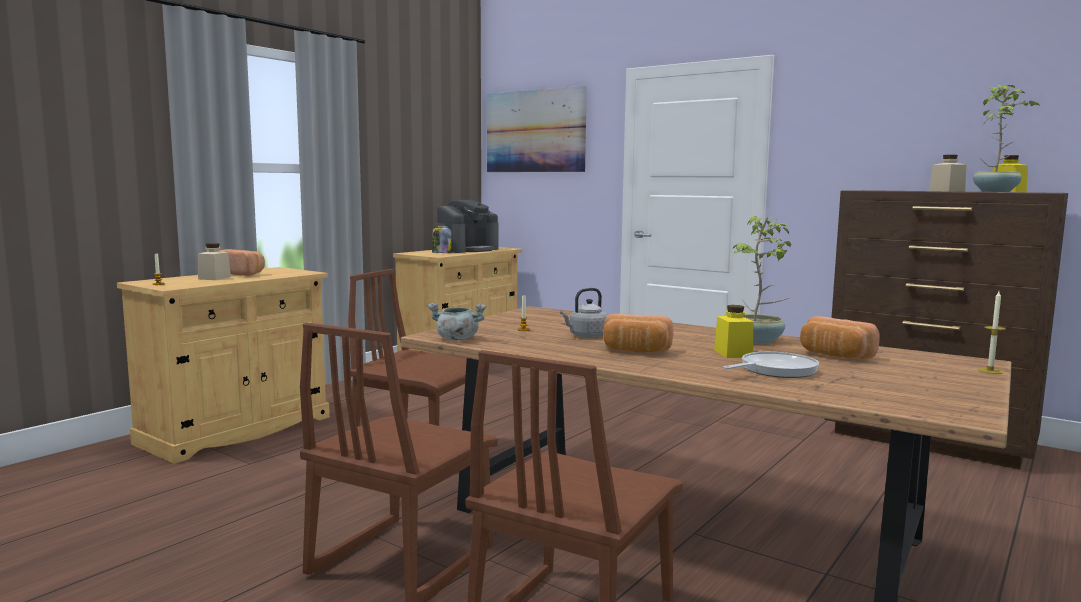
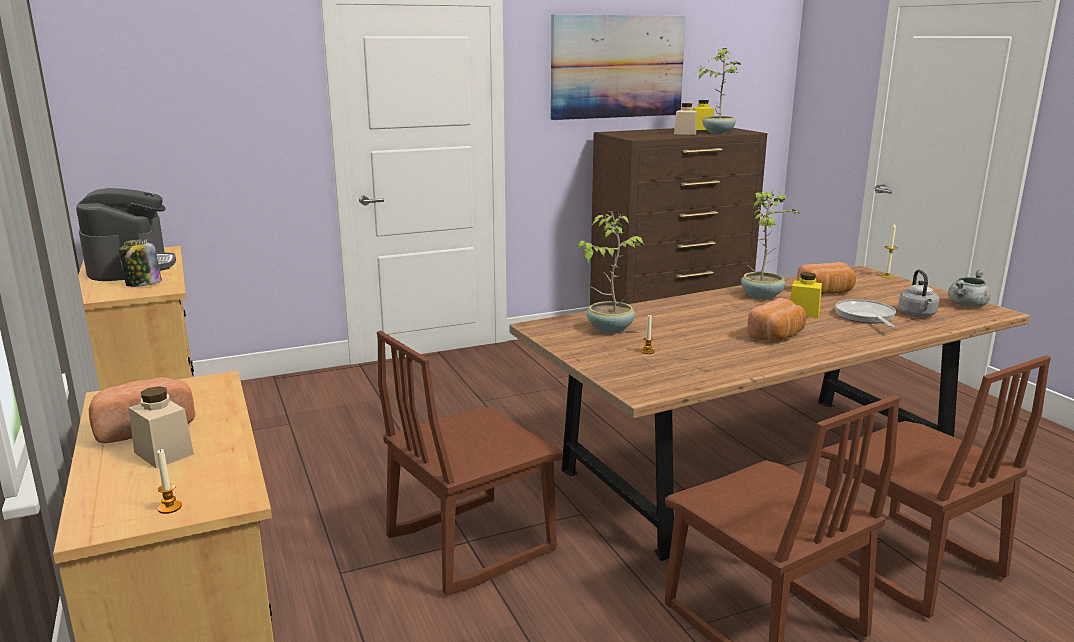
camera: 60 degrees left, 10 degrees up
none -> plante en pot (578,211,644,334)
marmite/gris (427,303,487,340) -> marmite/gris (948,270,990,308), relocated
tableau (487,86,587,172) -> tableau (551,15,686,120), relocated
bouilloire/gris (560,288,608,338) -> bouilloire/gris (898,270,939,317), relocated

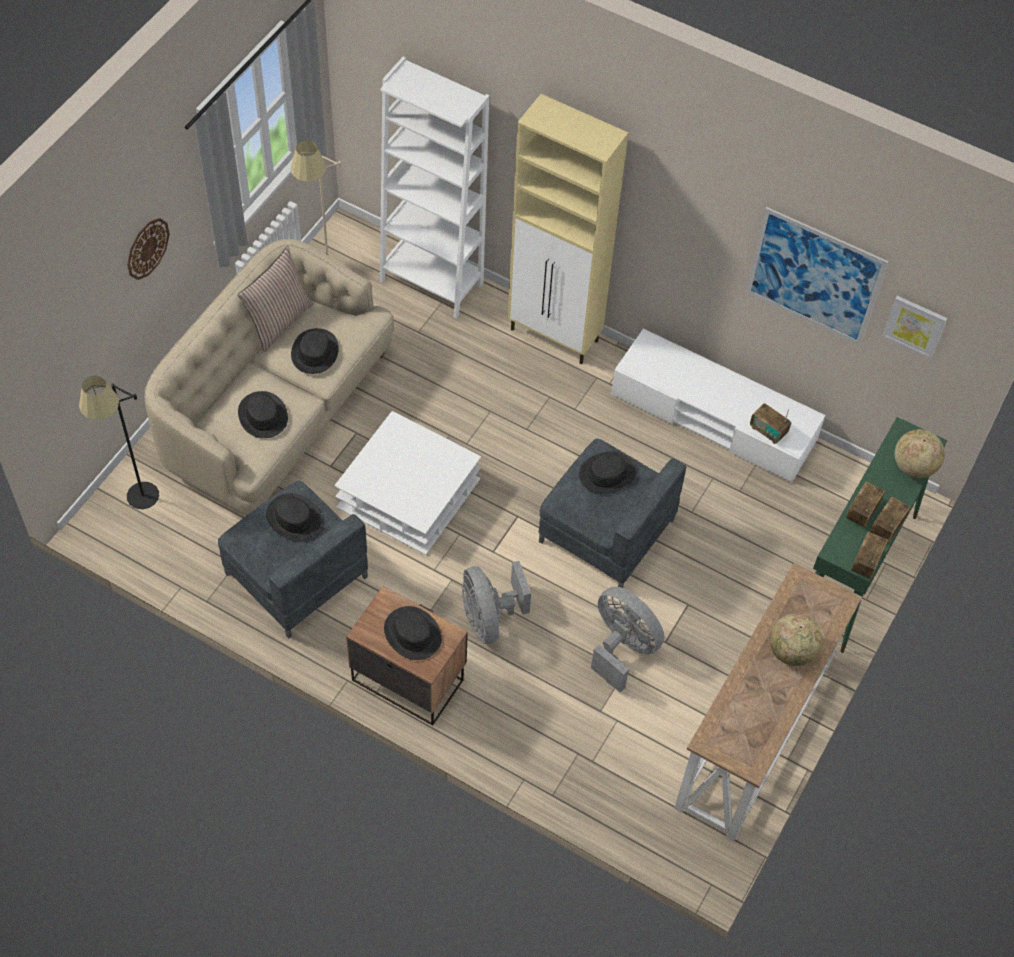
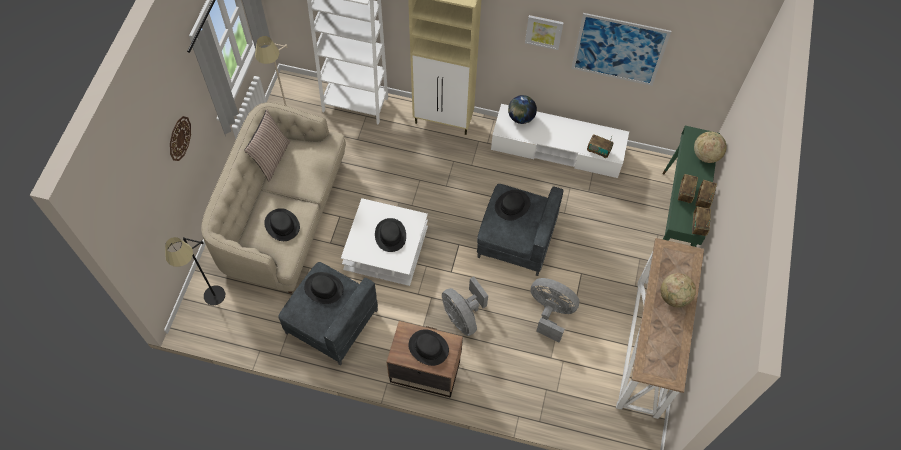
camera: 15 degrees left, 5 degrees up
none -> globe (508,95,537,124)
chapeau/noir (291,328,339,374) -> chapeau/noir (375,218,406,252), relocated
tableau (882,296,947,359) -> tableau (525,15,564,50), relocated

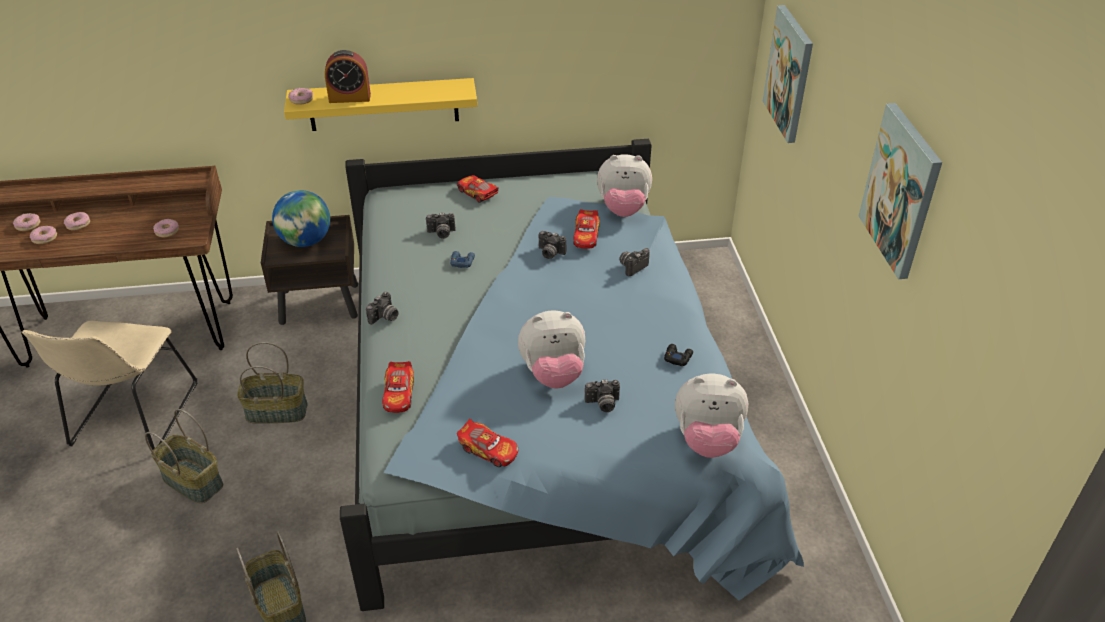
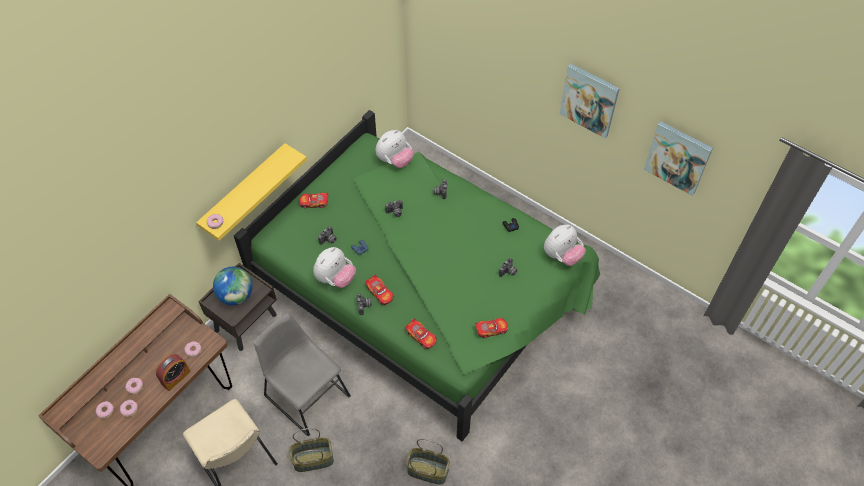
camera: 45 degrees left, 15 degrees up
réveil (325,50,371,103) -> réveil (156,354,191,391), relocated
peluche (518,311,585,388) -> peluche (313,247,356,288), relocated
petite voiture (573,209,600,249) -> petite voiture (366,275,394,305), relocated
tableau (763,5,813,143) -> tableau (644,121,713,196), relocated
panier (237,342,308,424) -> chaise/gris (254,313,351,436)
lit/bleu (340,139,804,611) -> lit/vert (234,110,600,441)

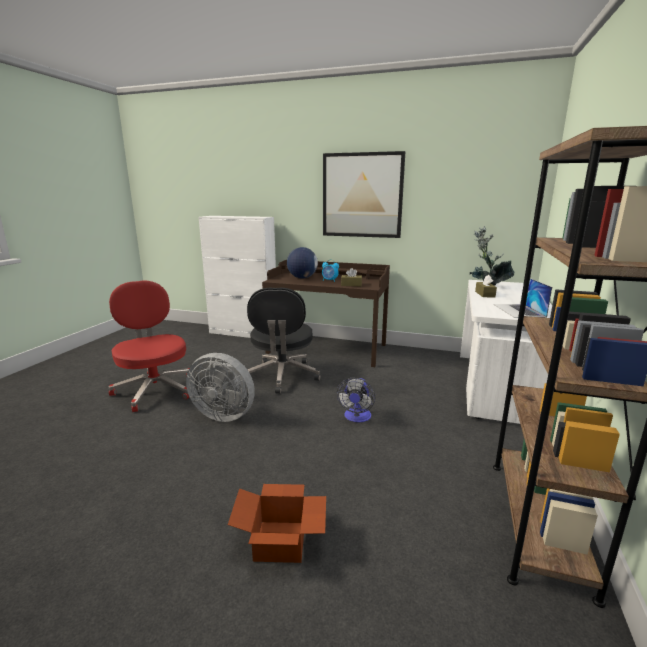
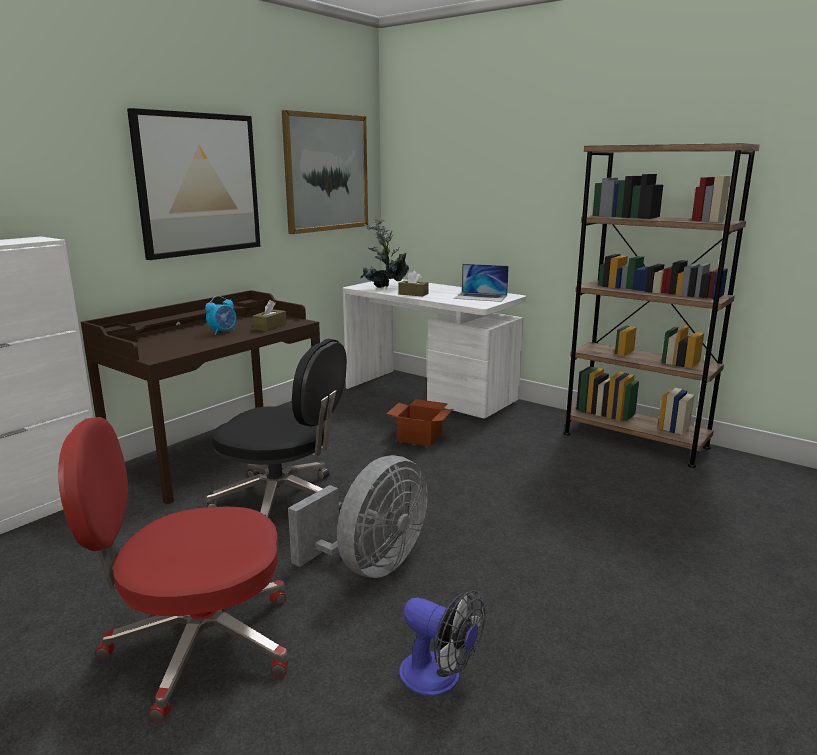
camera: 70 degrees left, 0 degrees up
globe (287,247,318,278) -> none
none -> tableau (282,110,368,234)
carton (228,484,326,563) -> carton (386,399,453,447), relocated
ventilateur (337,378,375,422) -> ventilateur (399,590,485,696), relocated

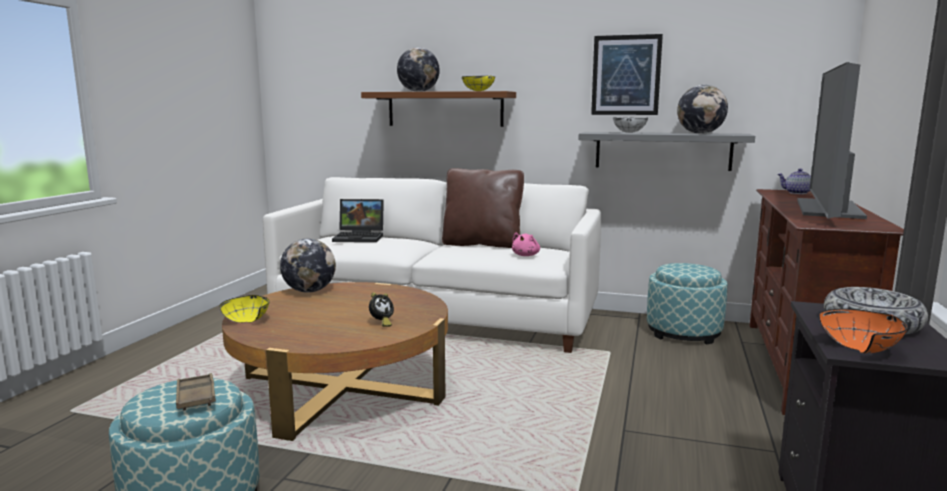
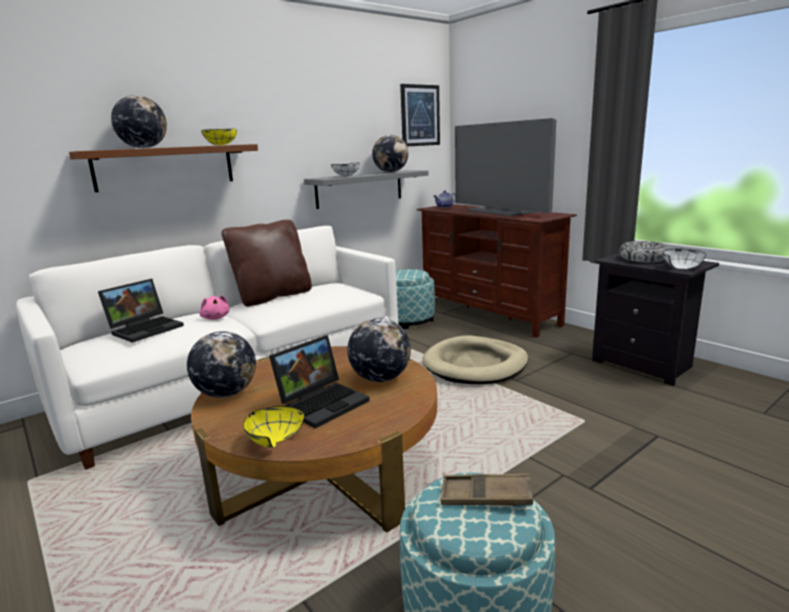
camera: 55 degrees left, 5 degrees up
none -> ordinateur portable (269,335,370,429)
none -> panier pour chien/beige (422,335,528,384)
peluche/rose (512,233,540,256) -> peluche/rose (199,295,229,320), relocated
tableau (591,34,663,115) -> tableau (400,84,440,146), relocated
réveil (369,292,394,327) -> globe (347,318,411,382)
bol/orange (819,309,908,353) -> bol/blanc (663,248,706,269)

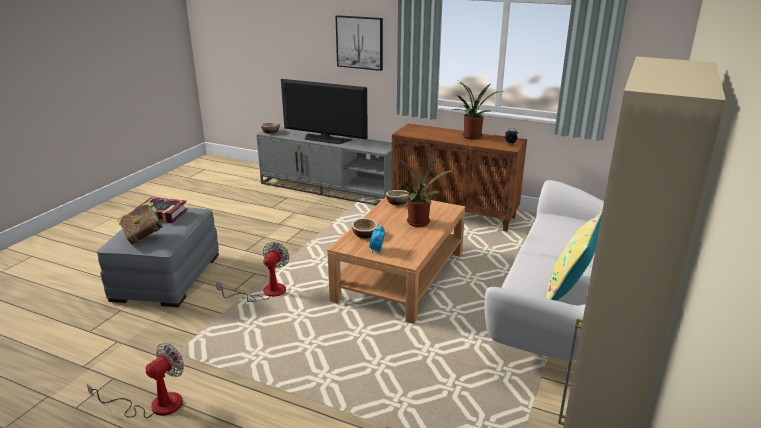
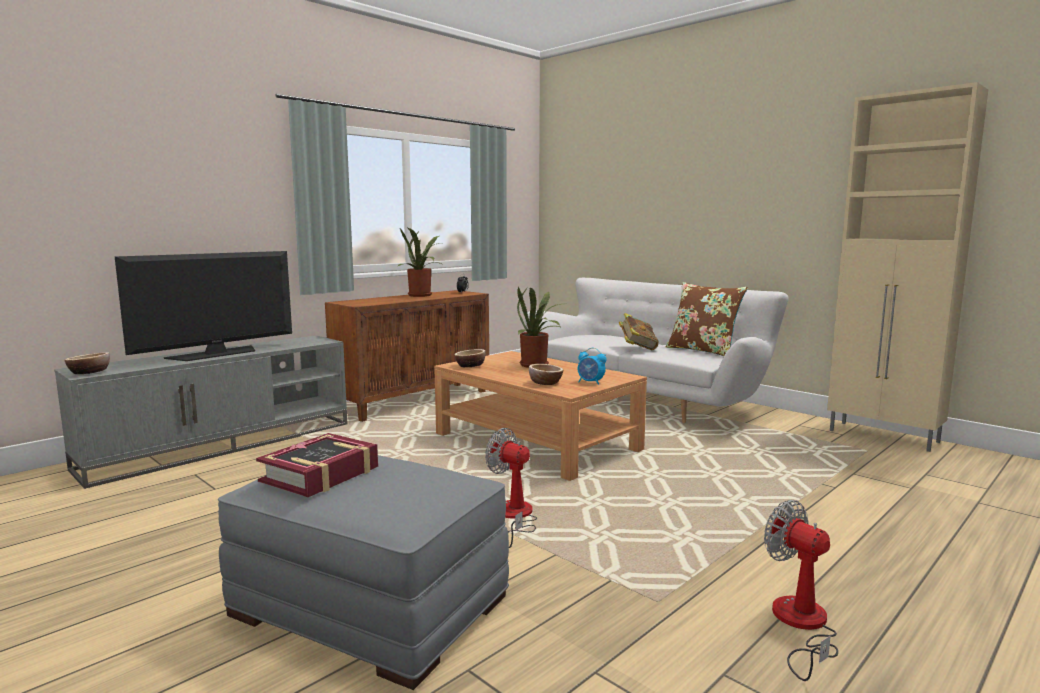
camera: 70 degrees left, 15 degrees down
tableau (335,15,383,71) -> none
livre (117,201,164,245) -> livre (619,313,658,350), relocated
coussin/jaune (546,213,602,301) -> coussin/marron (666,282,748,356)

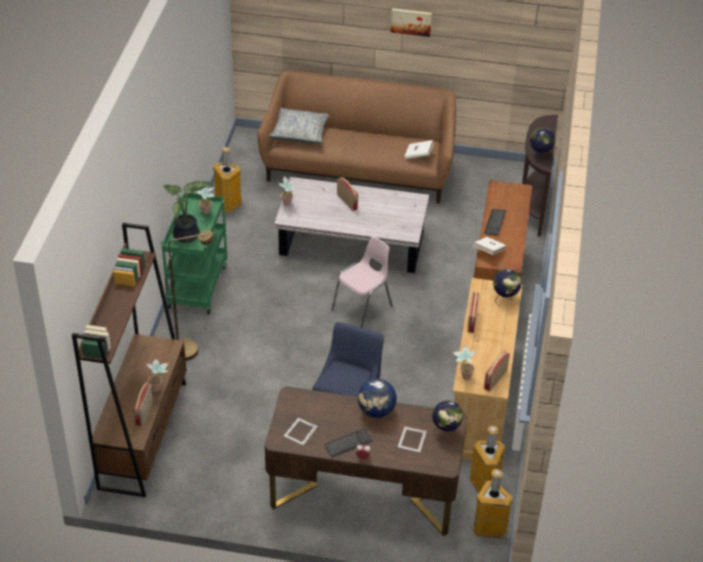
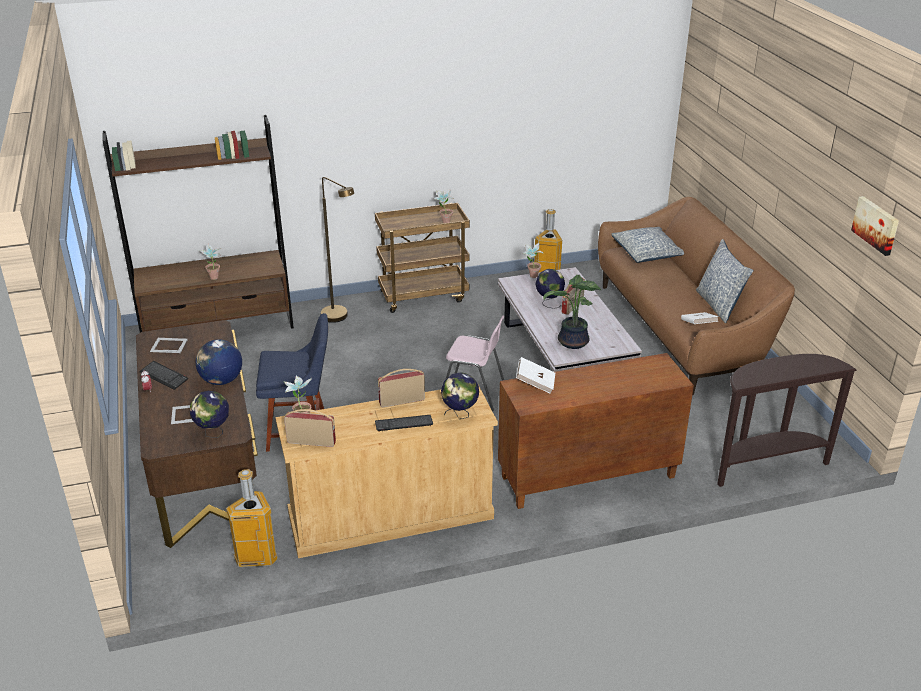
camera: 65 degrees right, 10 degrees down
radio (134,383,153,426) -> none
poubelle (473,469,513,539) -> none
none -> coussin (696,239,754,323)
plante en pot (163,181,214,243) -> plante en pot (543,275,601,349), relocated
tableau (391,8,432,37) -> tableau (851,196,899,256), relocated
clavier (484,209,506,236) -> clavier (375,415,433,432), relocated
globe (530,128,555,160) -> globe (536,269,565,309), relocated
chariot/vert (161,192,227,314) -> chariot/marron (375,203,470,313)

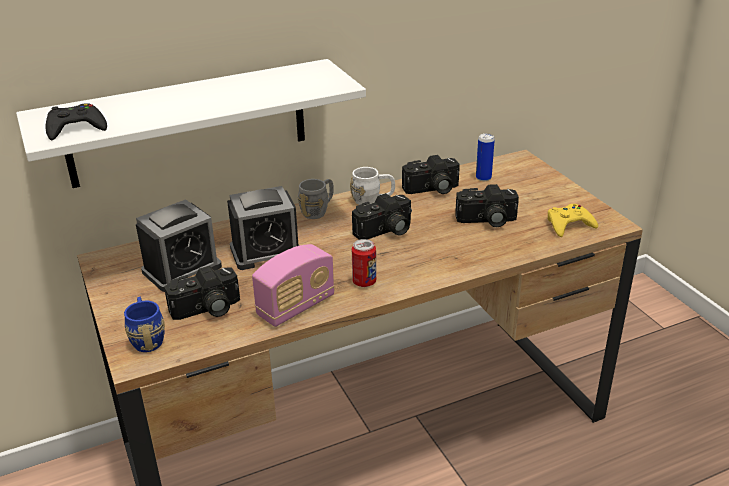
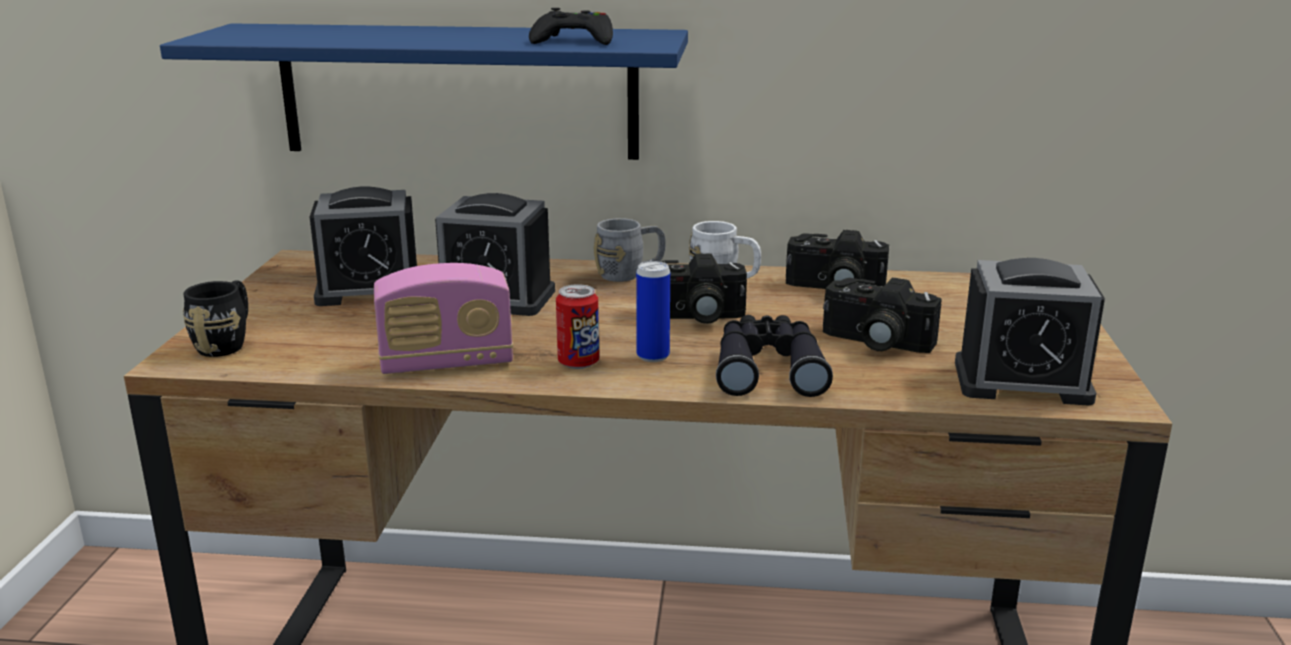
camera: 30 degrees right, 10 degrees down
appareil photo (164,266,240,320) -> none
none -> jumelles/noir (716,315,833,397)
manette/noir (46,103,107,140) -> manette/noir (529,8,613,45), relocated
boîte métallique (476,133,495,181) -> boîte métallique (636,261,670,362), relocated
manette/jaune (547,204,598,237) -> réveil (955,258,1105,406)
étagère/blanc (16,59,366,188) -> étagère/bleu (160,23,688,160)
mug/bleu (124,297,165,352) -> mug/noir (183,280,248,357)

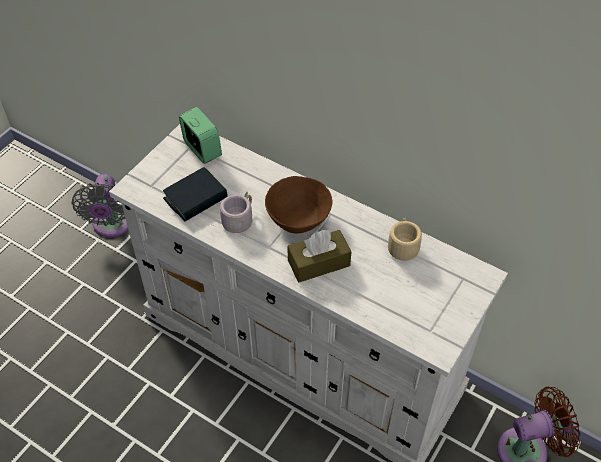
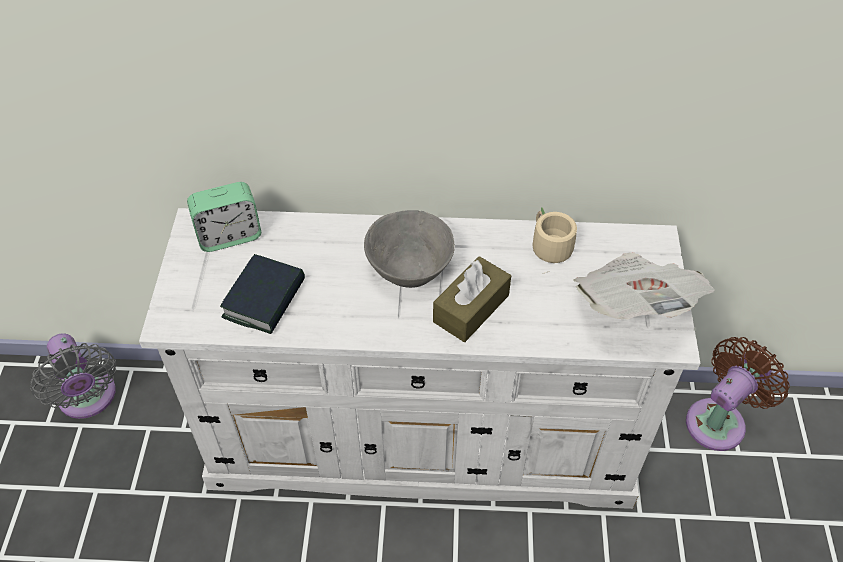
camera: 30 degrees left, 0 degrees up
mug/gris (214,192,252,233) -> none
none -> journal (573,253,715,320)
bol/marron (265,176,332,234) -> bol/gris (364,210,455,288)
réveil (179,107,222,164) -> réveil (187,182,261,252), 135 degrees clockwise

